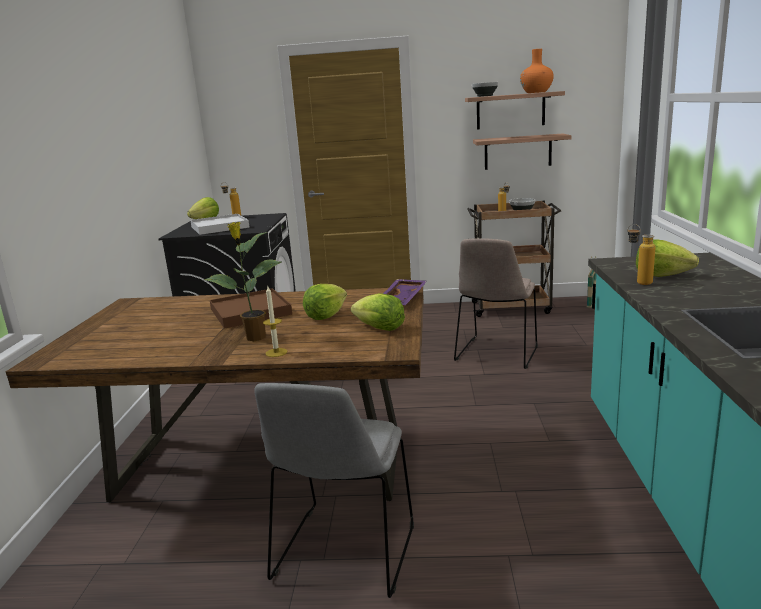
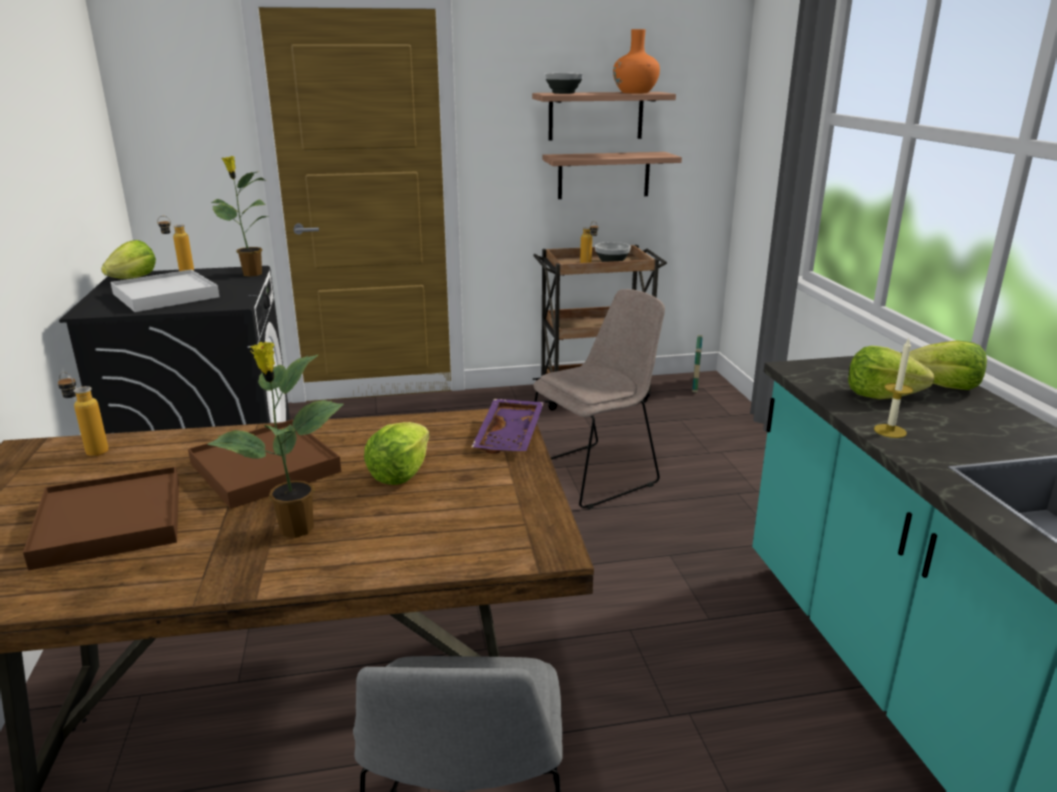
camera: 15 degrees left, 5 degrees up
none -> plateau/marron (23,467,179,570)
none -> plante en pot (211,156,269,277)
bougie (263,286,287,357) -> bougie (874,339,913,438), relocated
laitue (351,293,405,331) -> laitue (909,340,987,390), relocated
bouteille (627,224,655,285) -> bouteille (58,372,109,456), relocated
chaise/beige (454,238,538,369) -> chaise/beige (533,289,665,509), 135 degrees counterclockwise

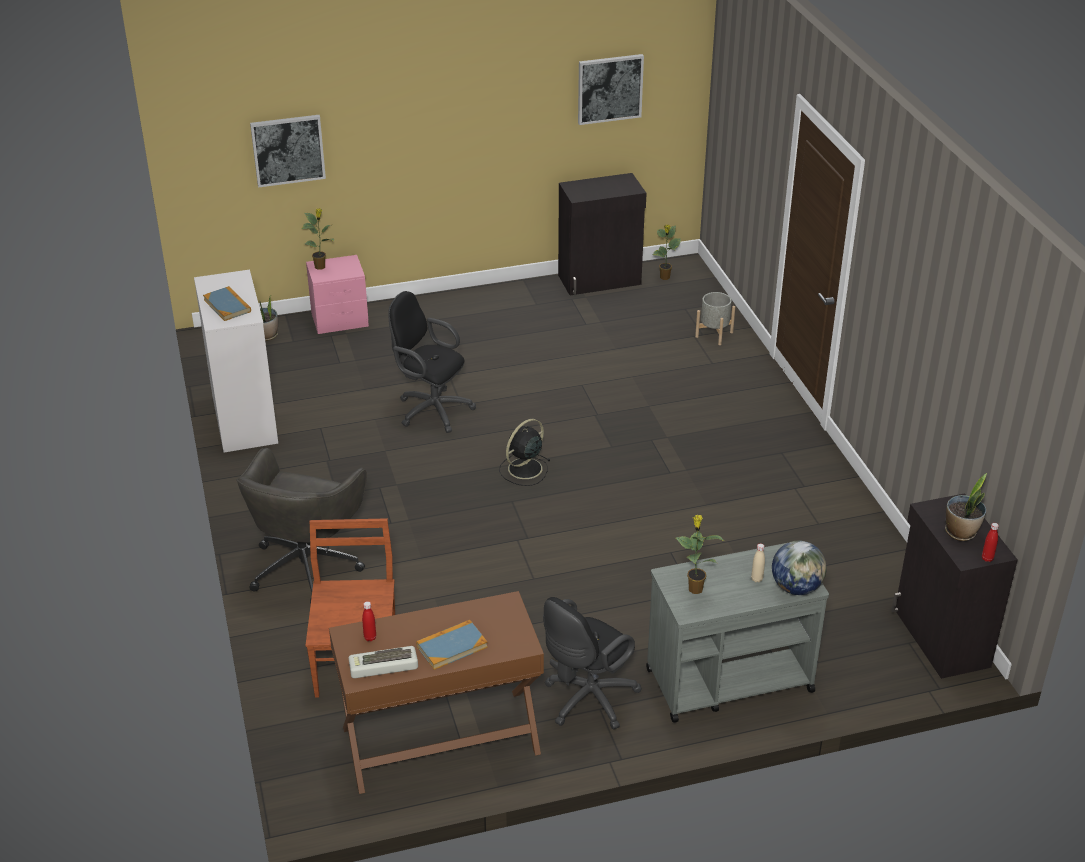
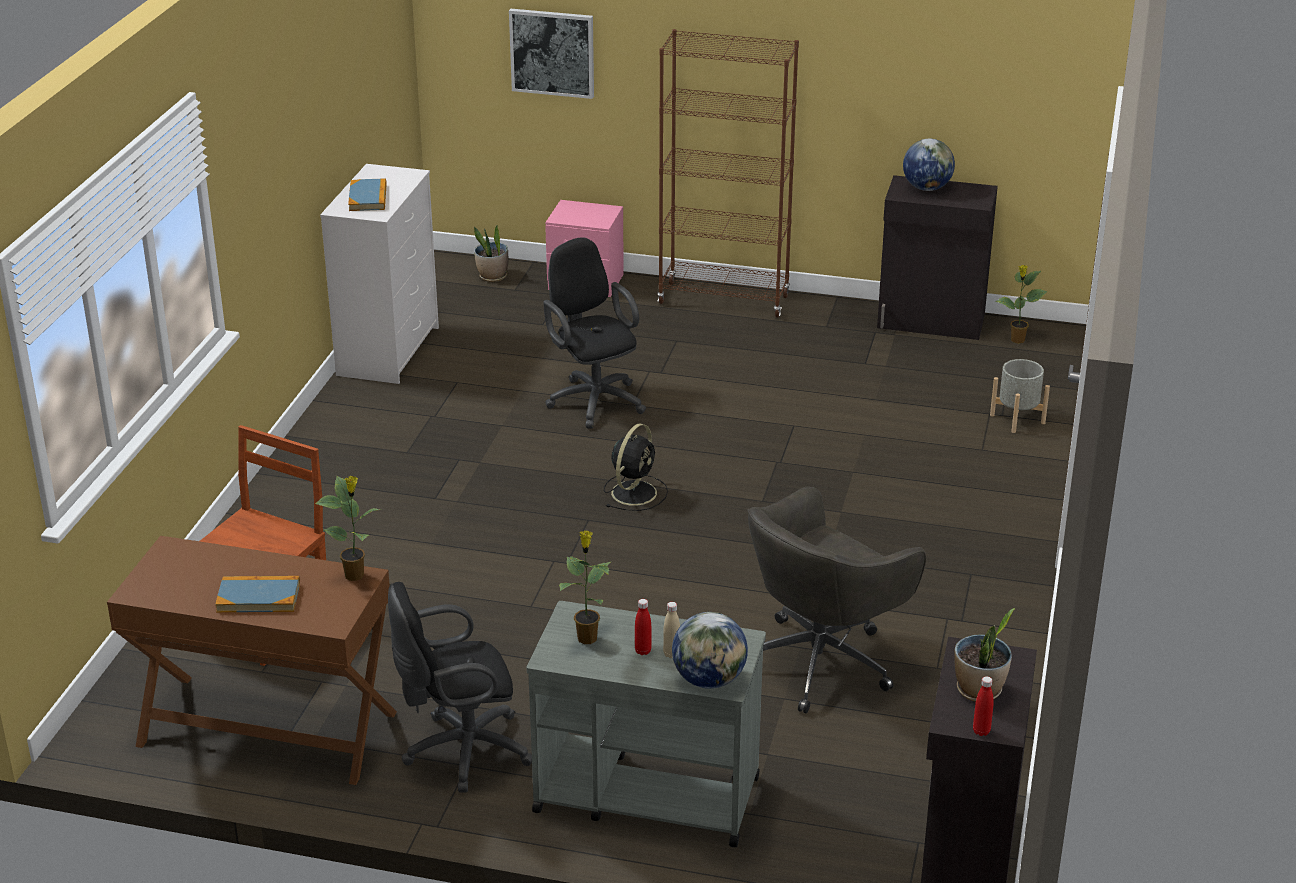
camera: 30 degrees right, 5 degrees down
clavier (348,646,418,678) -> none
tableau (578,54,644,125) -> none
none -> bibliothèque/marron (658,29,799,318)
none -> globe (903,139,955,191)
chaise de bureau/gris (236,448,367,605) -> chaise de bureau/gris (747,487,926,713), relocated
plante en pot (302,208,334,270) -> plante en pot (315,476,380,581), relocated
bouteille/rouge (362,601,376,641) -> bouteille/rouge (635,599,651,655), relocated
ventilateur/noir (499,419,551,486) -> ventilateur/noir (604,423,668,511), 135 degrees clockwise

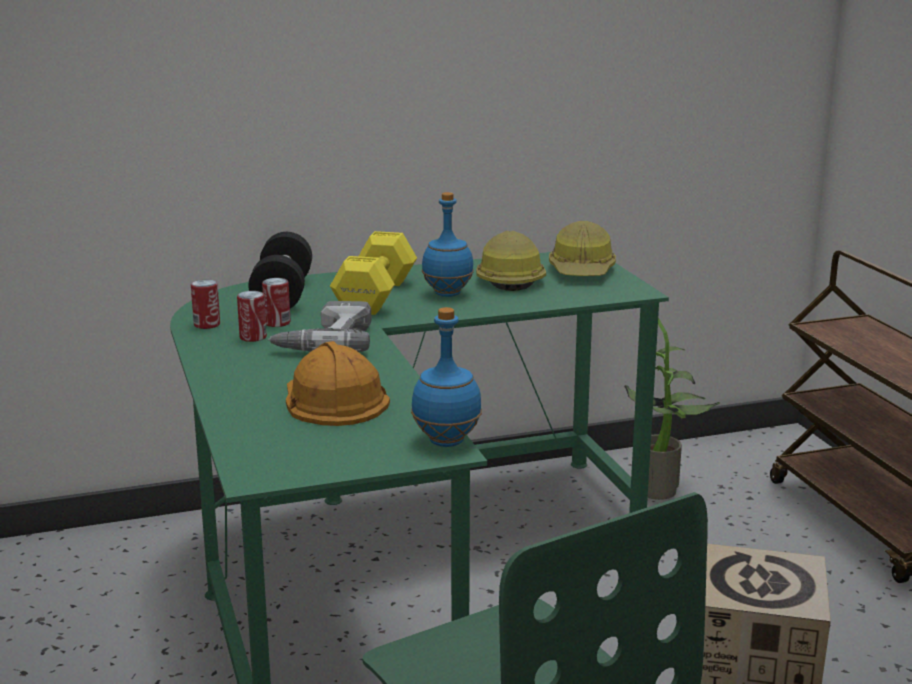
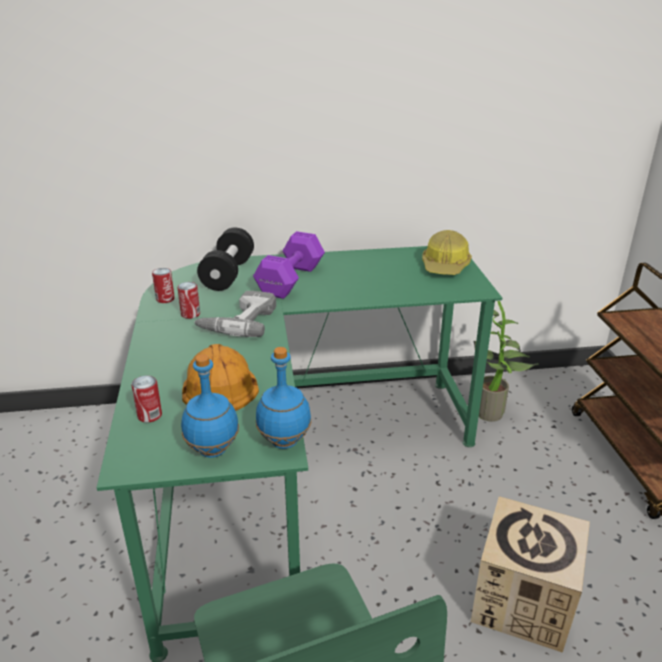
camera: 10 degrees right, 10 degrees up
casque de chantier (476,231,546,291) -> none
boîte métallique (262,278,291,327) -> boîte métallique (131,375,162,423), relocated
bouteille/bleu (422,192,474,297) -> bouteille/bleu (181,354,239,458), relocated
haltère/jaune (330,231,417,315) -> haltère/violet (253,231,325,299)

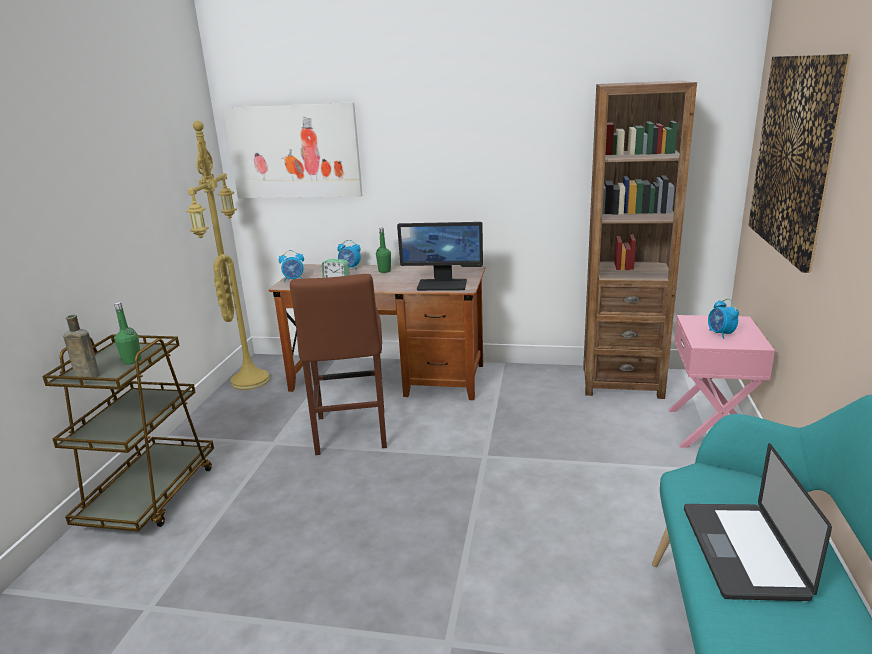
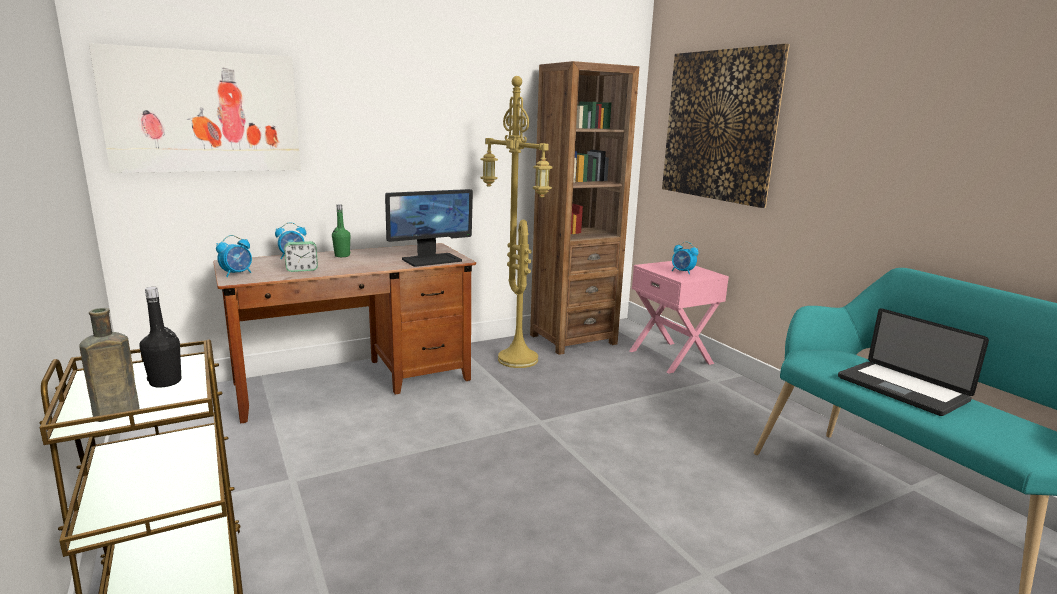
camera: 40 degrees left, 5 degrees down
tabouret/marron (290,274,387,455) -> none
lampadaire/jaune (186,121,270,390) -> lampadaire/jaune (480,76,553,368), relocated
bouteille/vert (114,302,141,364) -> bouteille/noir (140,287,181,388)

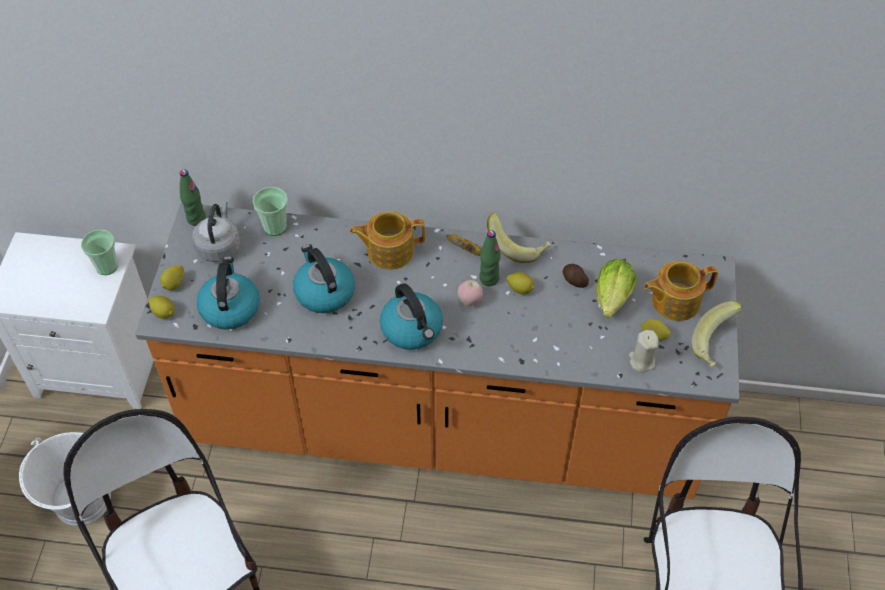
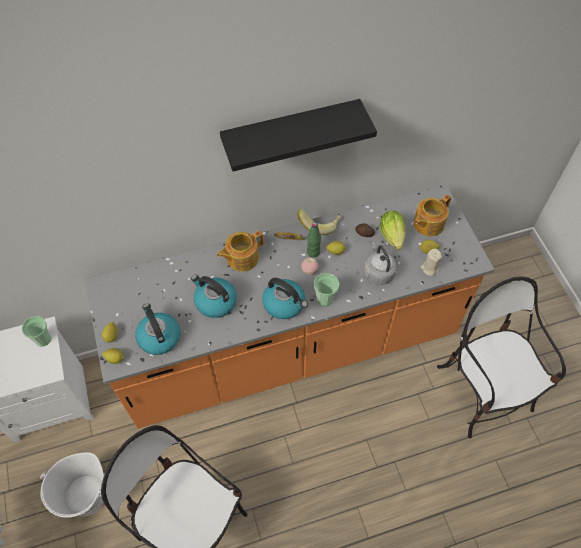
camera: 25 degrees left, 5 degrees up
bouteille/vert (180,170,206,226) -> none
banane (691,301,742,368) -> none
none -> étagère/noir (220,99,377,172)
bouilloire/gris (192,202,240,262) -> bouilloire/gris (364,241,397,285), relocated
tasse (253,187,288,236) -> tasse (314,273,339,306), relocated

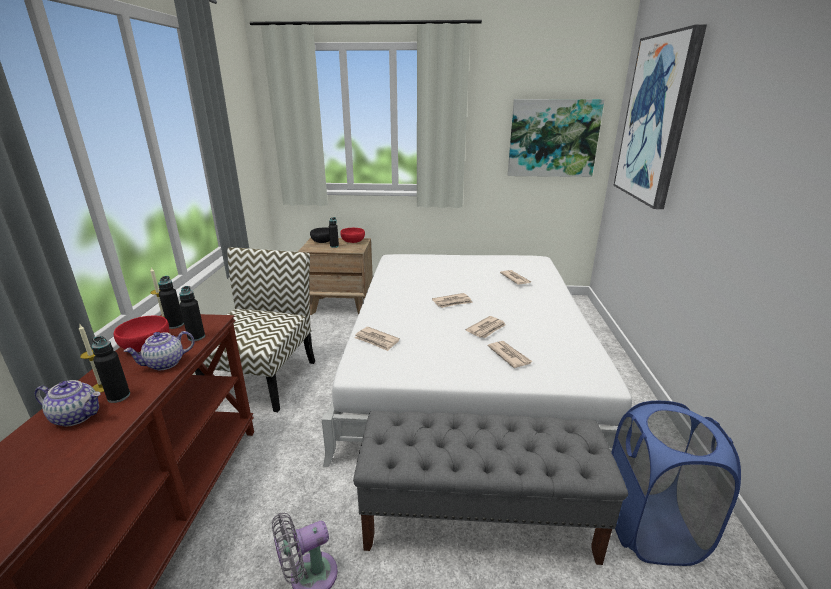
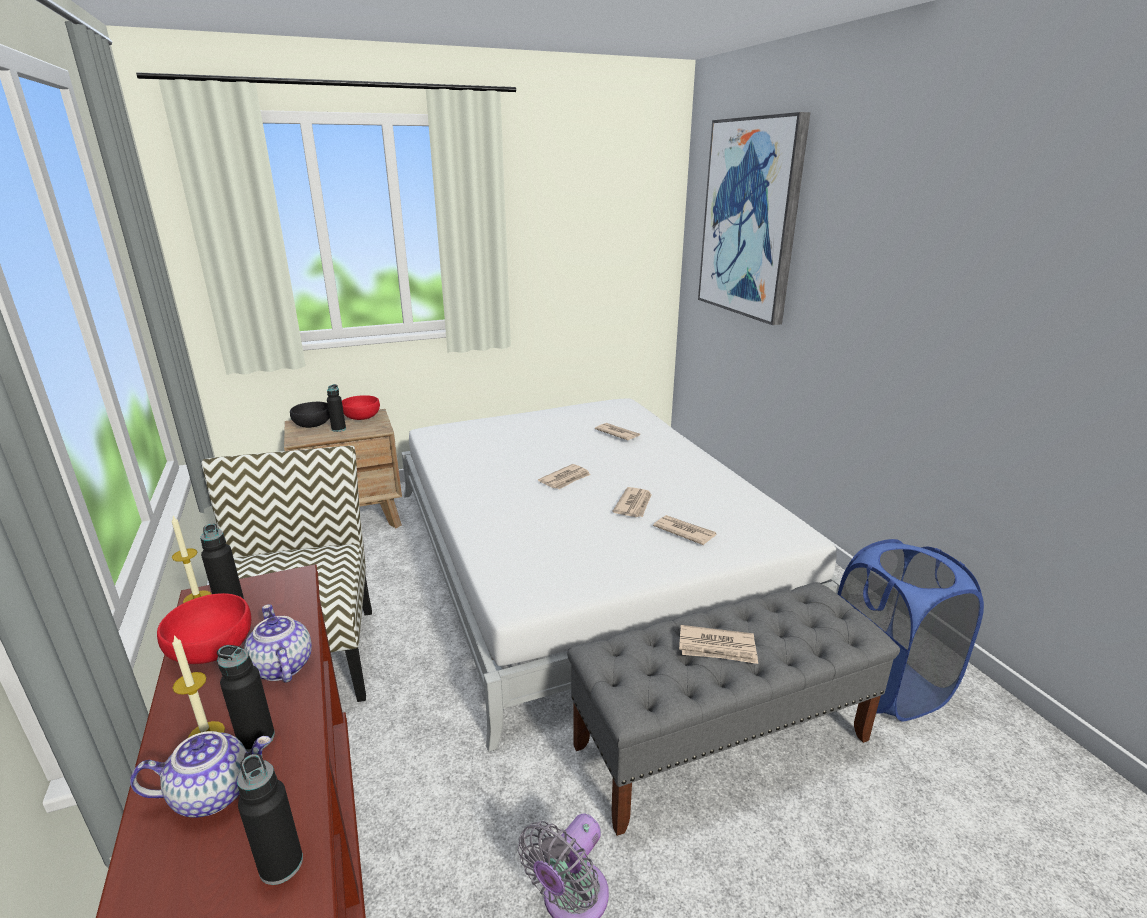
camera: 25 degrees left, 0 degrees up
tableau (508,99,605,177) -> none
bouteille/noir (179,286,205,341) -> bouteille/noir (237,753,303,885), relocated
journal (354,327,400,351) -> journal (679,625,758,664), relocated
théière (124,331,195,370) -> théière (244,604,312,683), 120 degrees clockwise

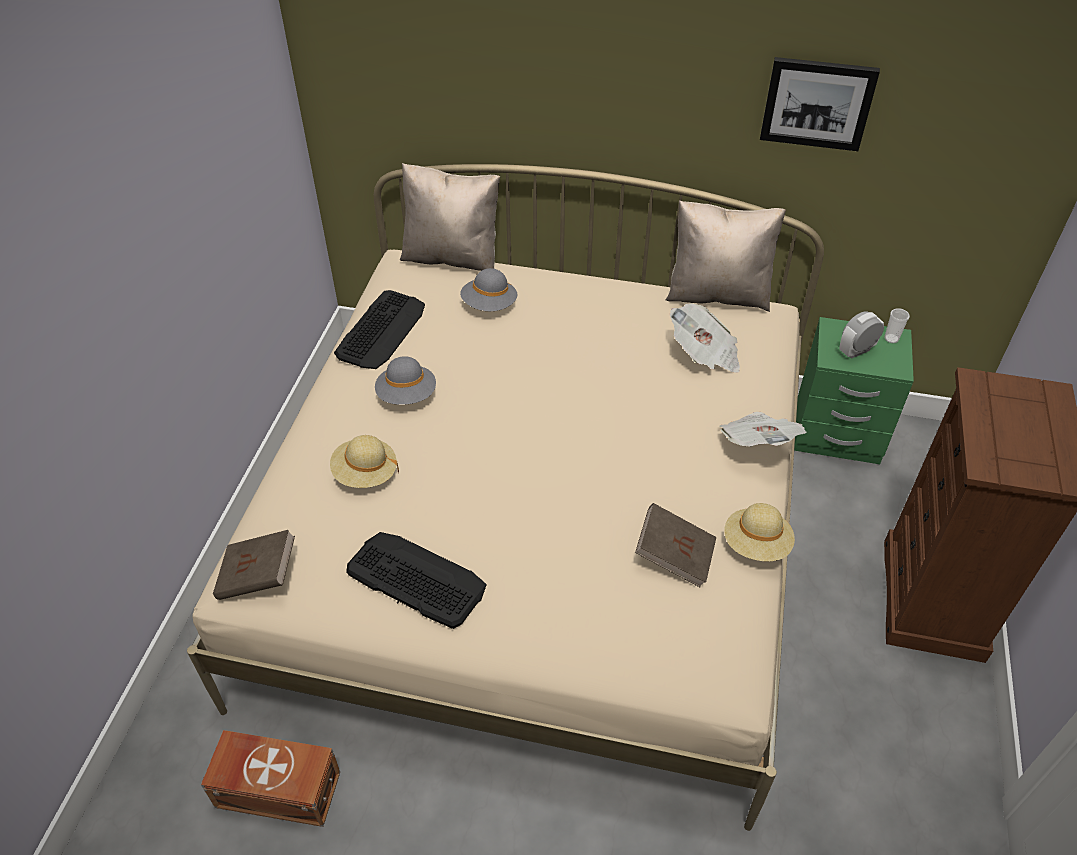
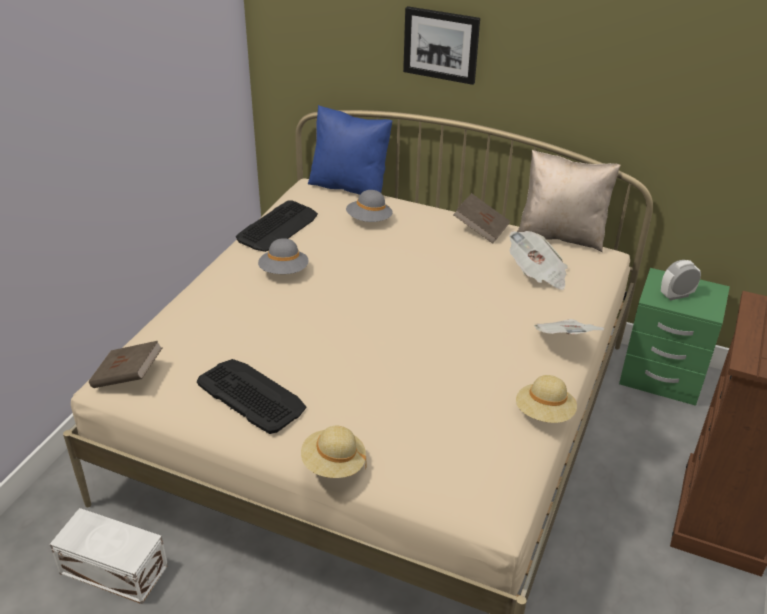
camera: 10 degrees right, 10 degrees down
tasse (885,308,910,343) -> none
chapeau/beige (330,435,399,488) -> chapeau/beige (301,426,367,478), relocated
livre/marron (635,503,717,587) -> livre/marron (453,193,510,244), relocated
tableau (760,57,880,151) -> tableau (403,6,480,85), relocated
boîte de rangement/marron (201,730,340,827) -> boîte de rangement/blanc (50,508,168,604)
coussin/beige (400,163,500,271) -> coussin/bleu (308,105,392,195)

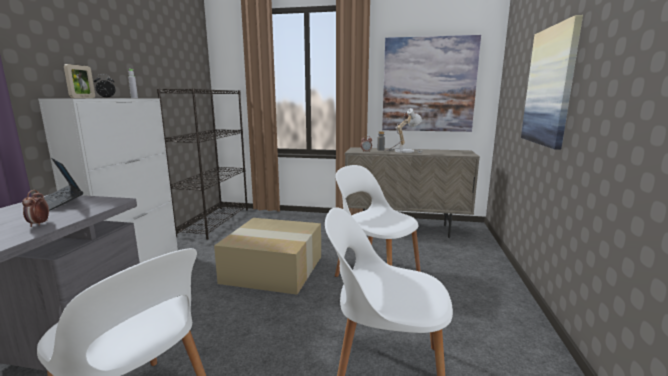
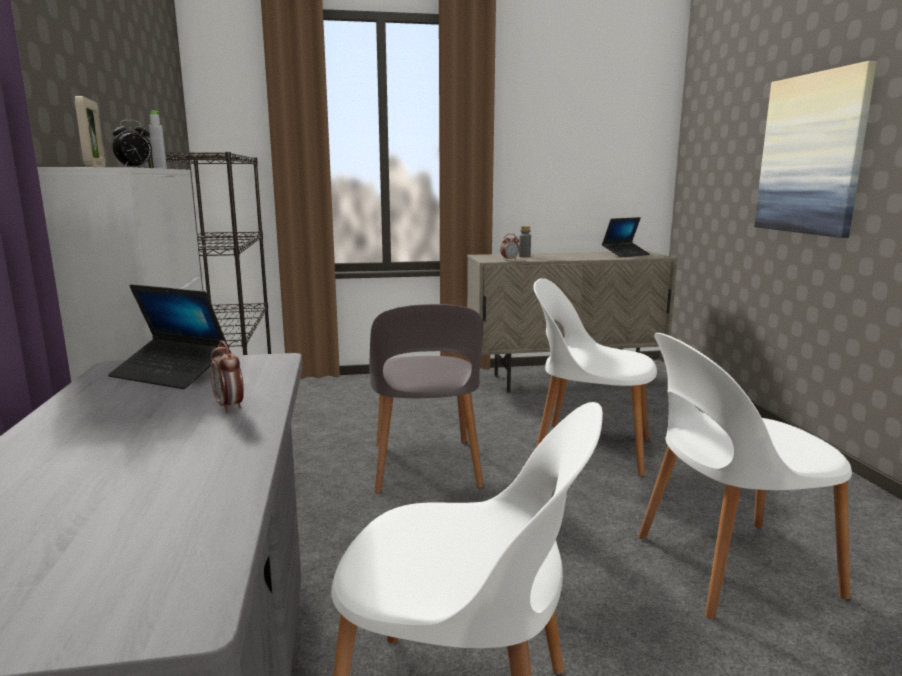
camera: 20 degrees left, 0 degrees up
tableau (382,35,481,132) -> none
lampe de table (386,108,422,153) -> none
none -> ordinateur portable (602,217,650,257)
carton (214,218,321,295) -> chaise/gris (369,304,484,494)

